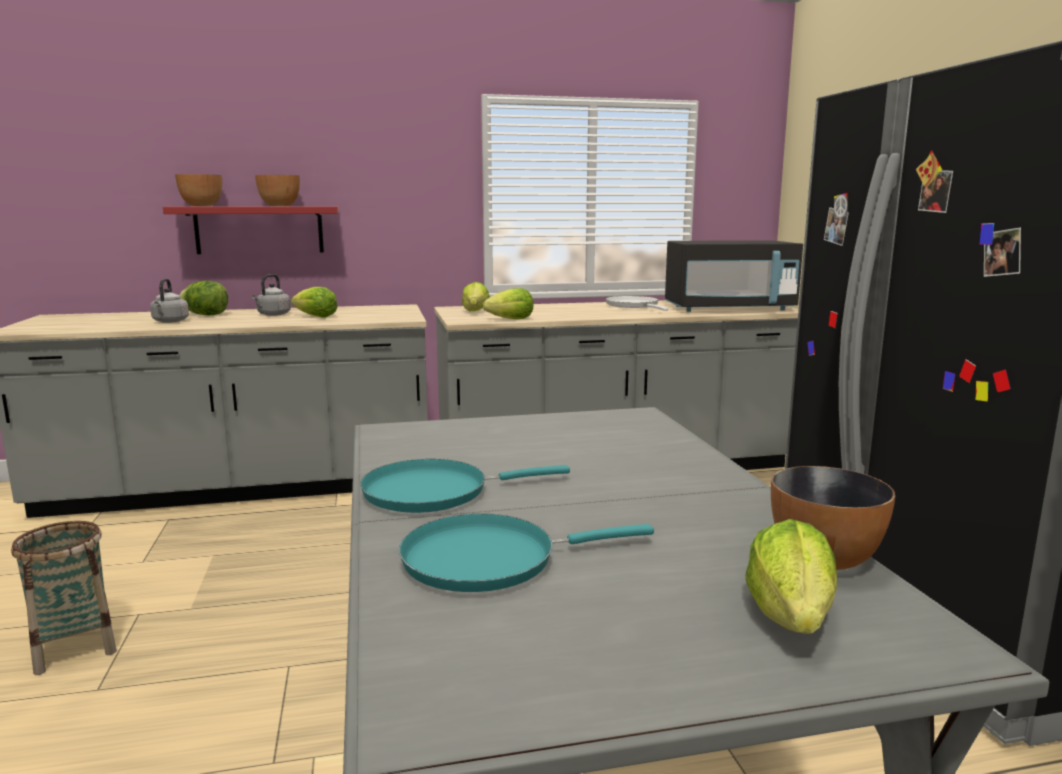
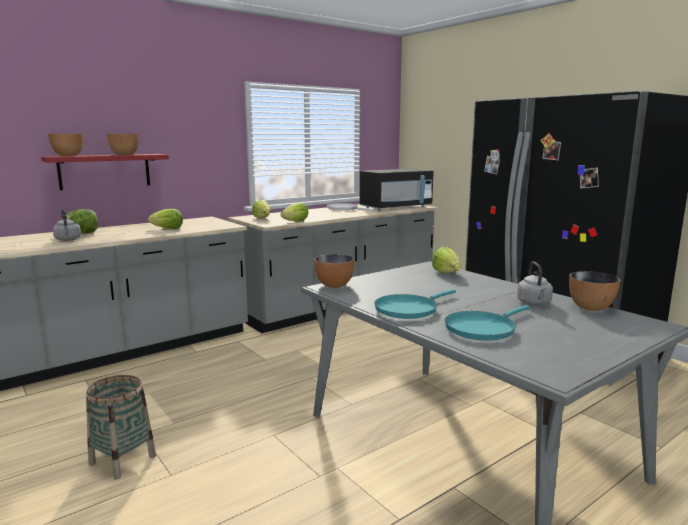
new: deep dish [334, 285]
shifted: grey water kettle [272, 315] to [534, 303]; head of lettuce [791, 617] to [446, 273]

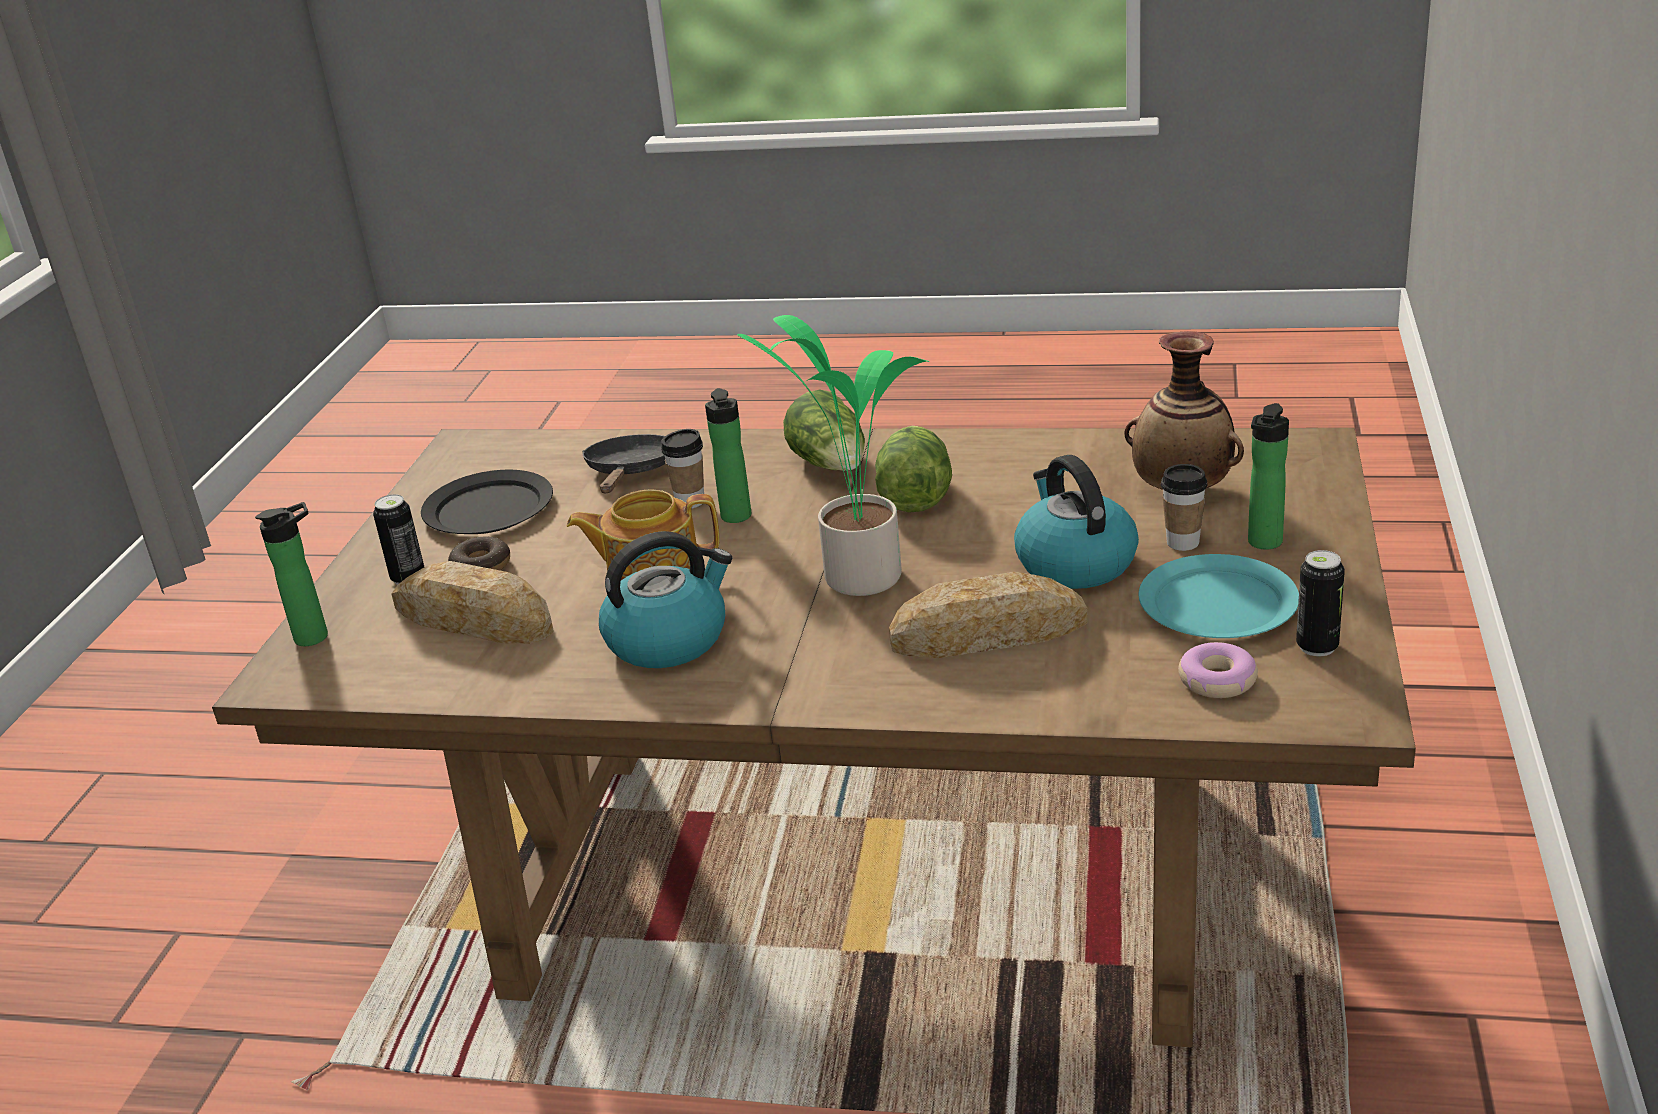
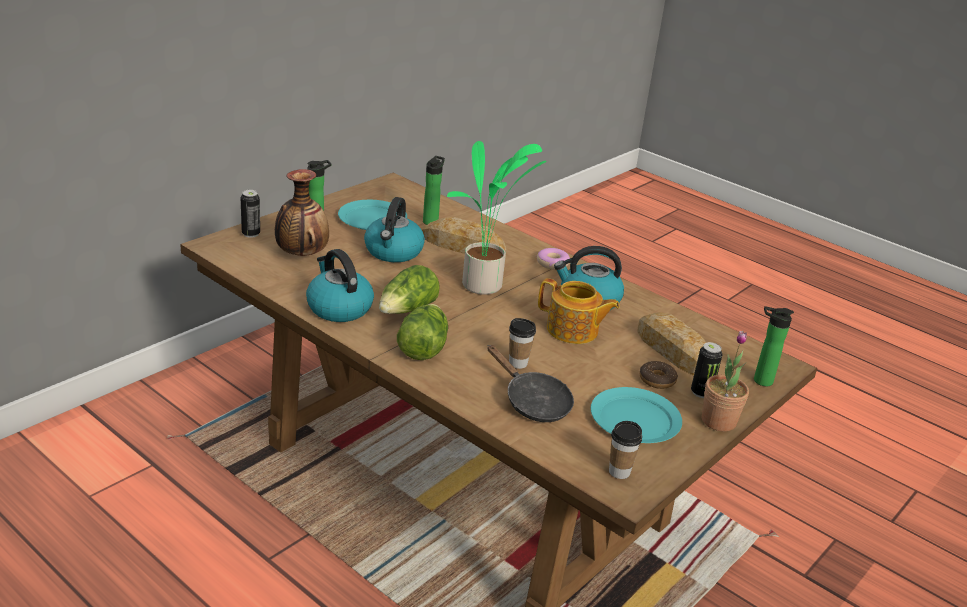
new: water kettle [338, 308]; potted plant [718, 421]
shifted: drink bottle [737, 518] to [431, 221]; drinking cup [1182, 542] to [619, 472]; donut [1217, 680] to [552, 263]; sealed can [1317, 647] to [251, 234]
repainted: black-coloured dinner plate [488, 508] to turquoise-coloured dinner plate [635, 419]
rotated: black-coloured frying pan [631, 472] = [532, 402] 75 degrees counterclockwise

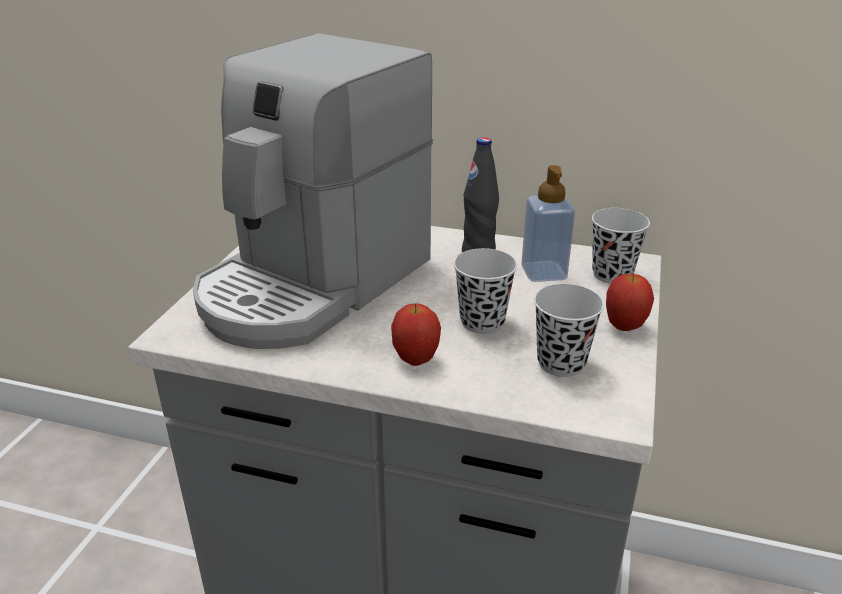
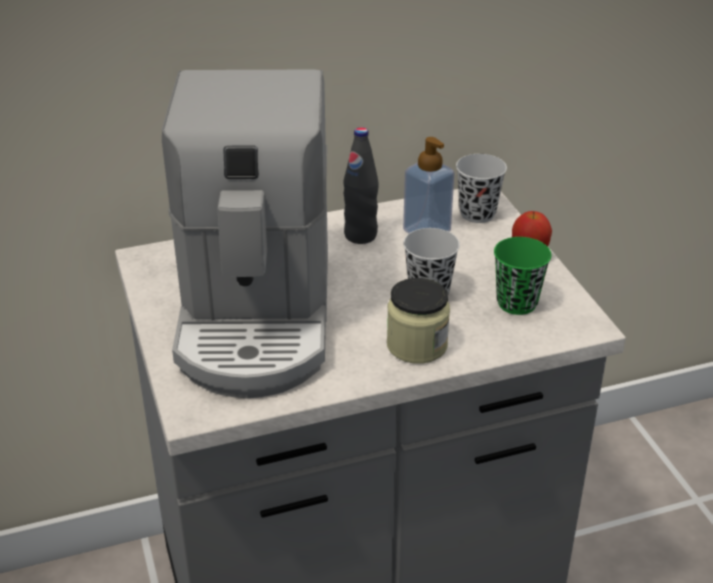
swapped: whole apple [416, 360] to storage jar [417, 345]
repainted: black-coloured drinking cup [561, 363] to green-coloured drinking cup [517, 303]

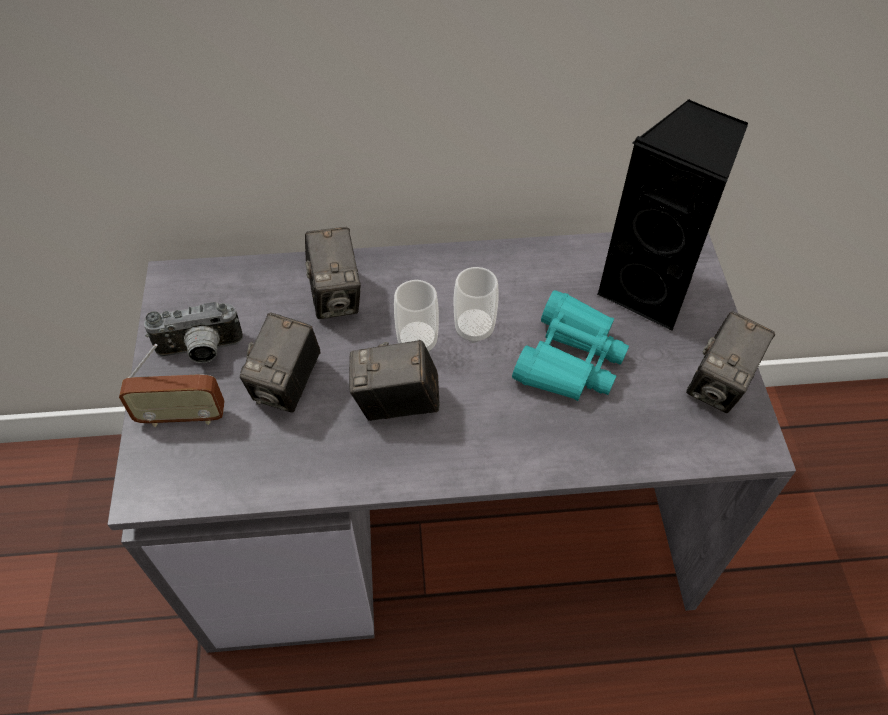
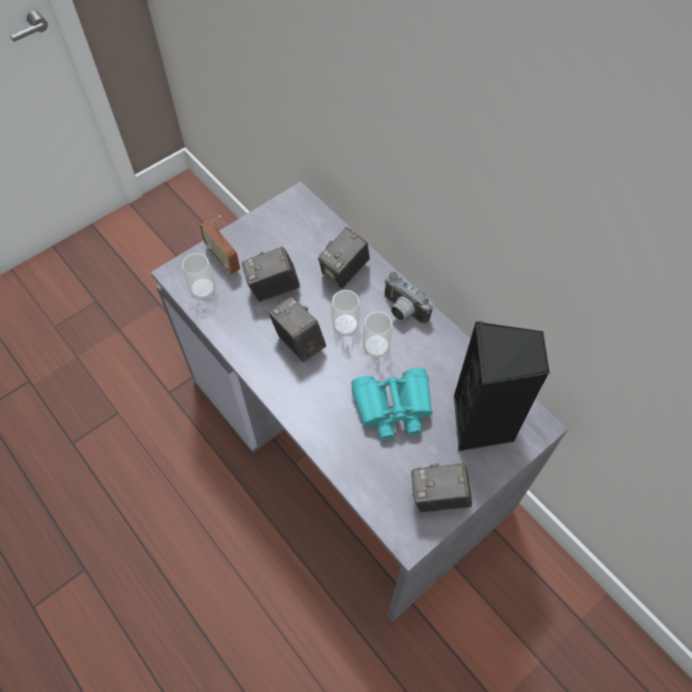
new: drinking cup [203, 291]
shifted: photo camera [200, 352] to [402, 310]

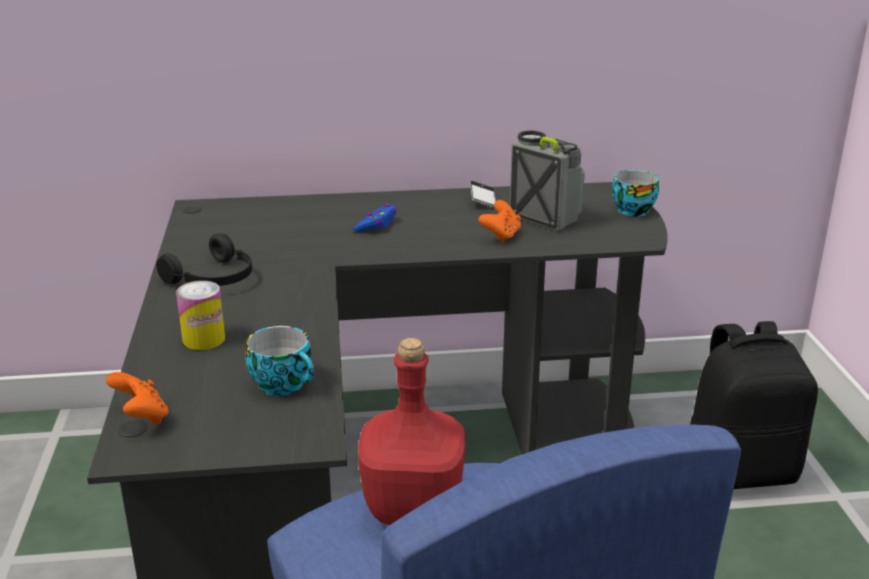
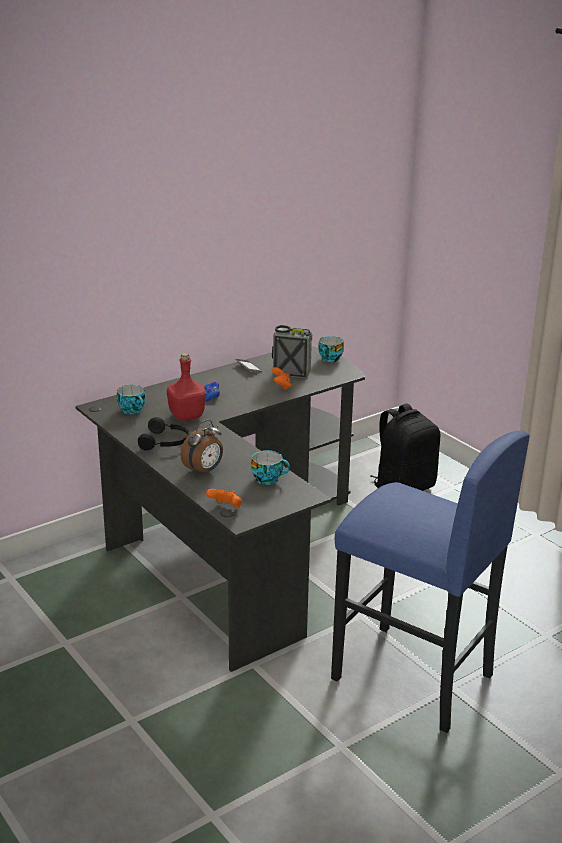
new: drinking cup [133, 410]
shifted: reddish drink bottle [415, 508] to [187, 416]
swapped: sealed can [204, 339] to table clock [204, 471]

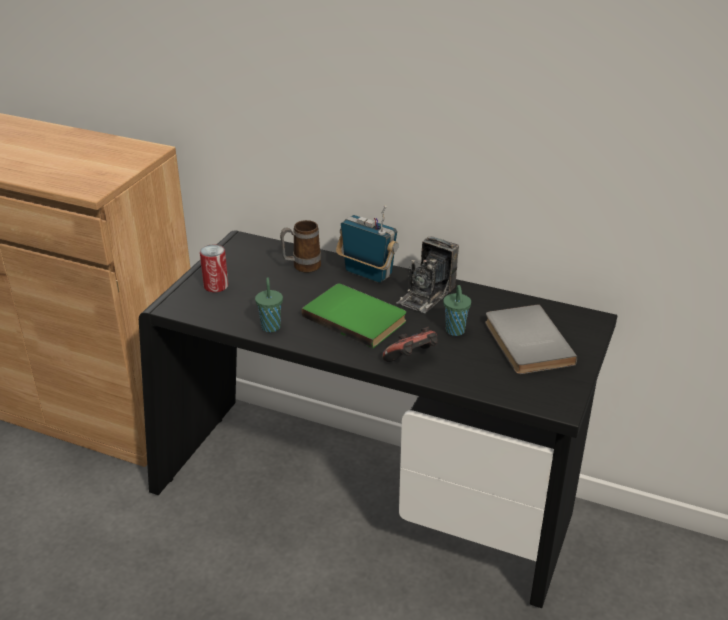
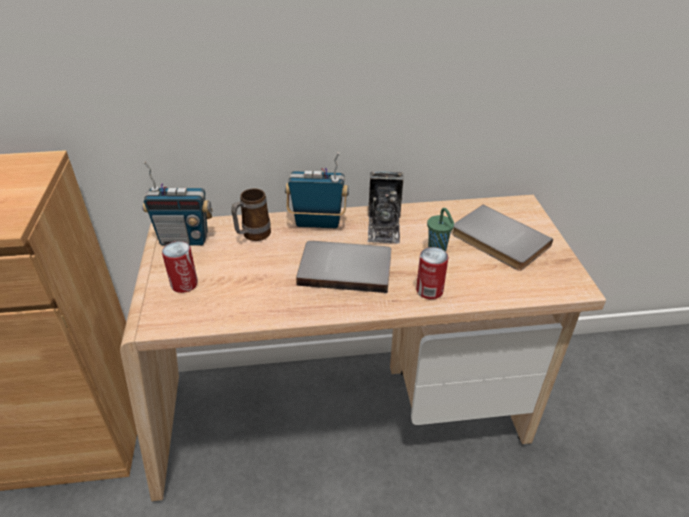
gone: green-coloured drinking cup [271, 326]
new: radio set [184, 239]
swapped: joypad [412, 359] to sealed can [429, 290]
repainted: black-coloured desk [364, 501] to sand-coloured desk [344, 417]; green-coloured book [356, 317] to grey book [345, 267]

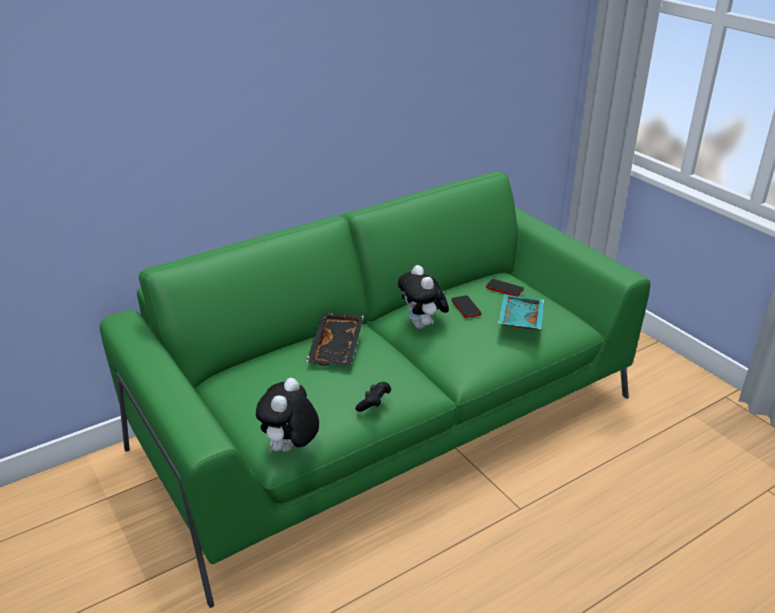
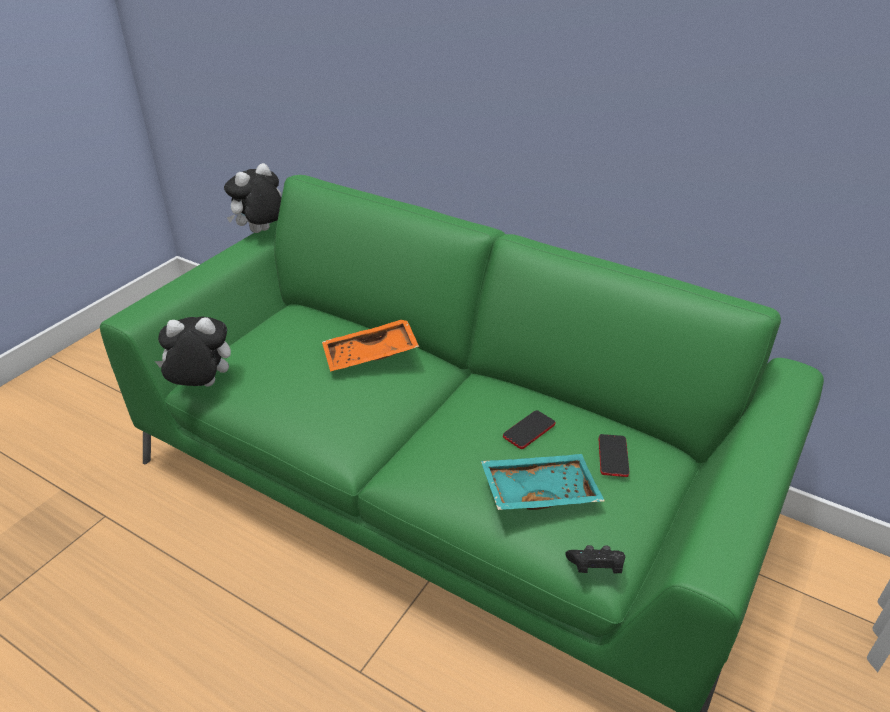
shifted: black-coloured joypad [374, 403] to [595, 568]; plush toy [422, 325] to [261, 232]
repainted: black-coloured serving tray [338, 347] to orange-coloured serving tray [370, 356]

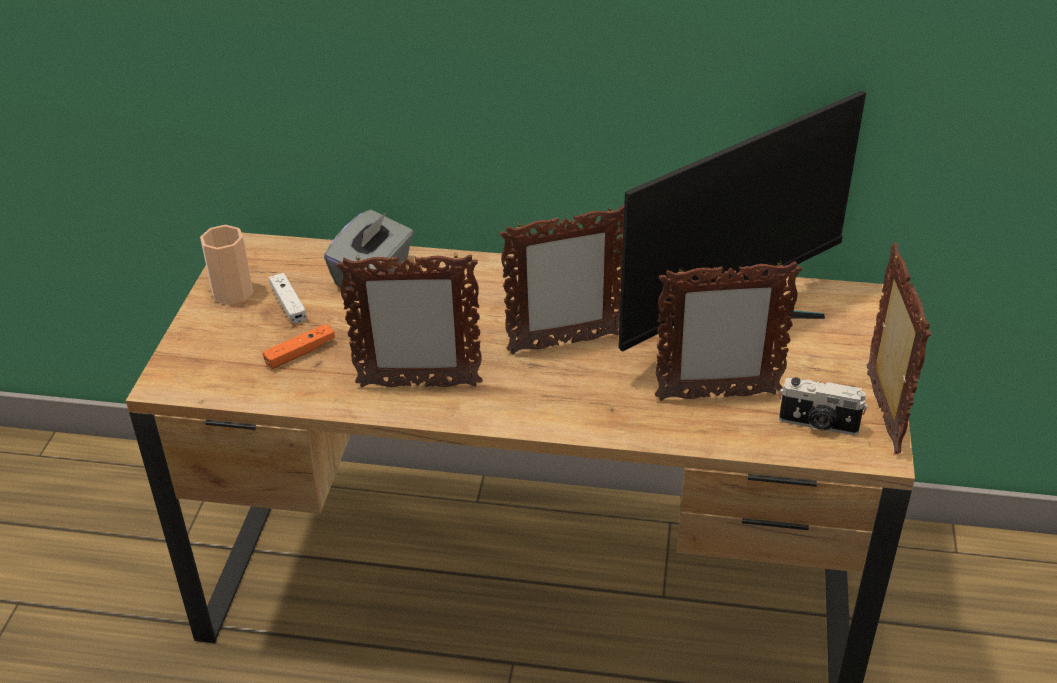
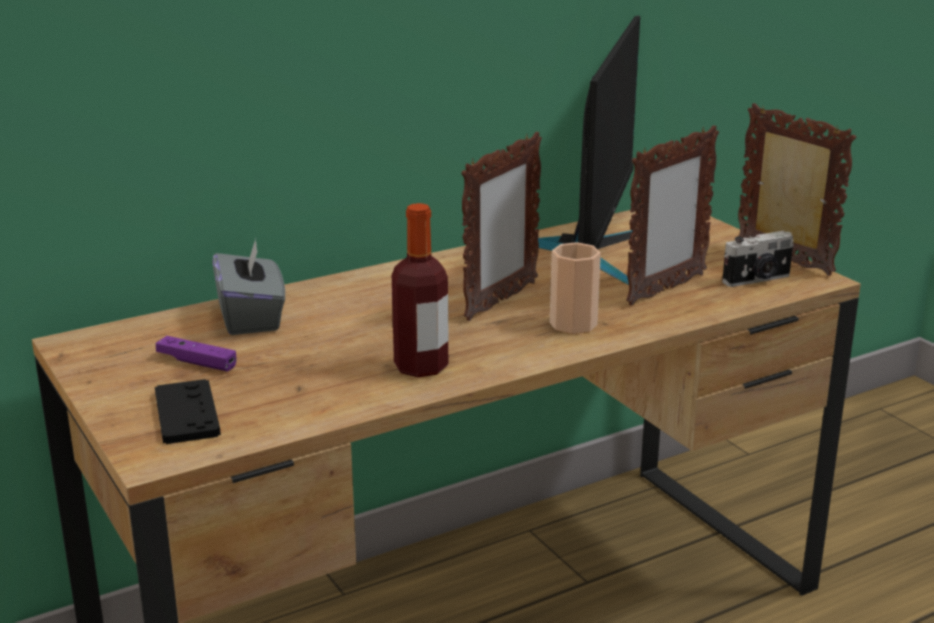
gone: orange-coloured joypad [300, 353]
new: black-coloured joypad [187, 413]
shifted: drinking cup [232, 292] to [573, 324]
swapped: photo frame [418, 385] to drink bottle [421, 367]
repainted: white-coloured joypad [288, 304] to purple-coloured joypad [196, 362]

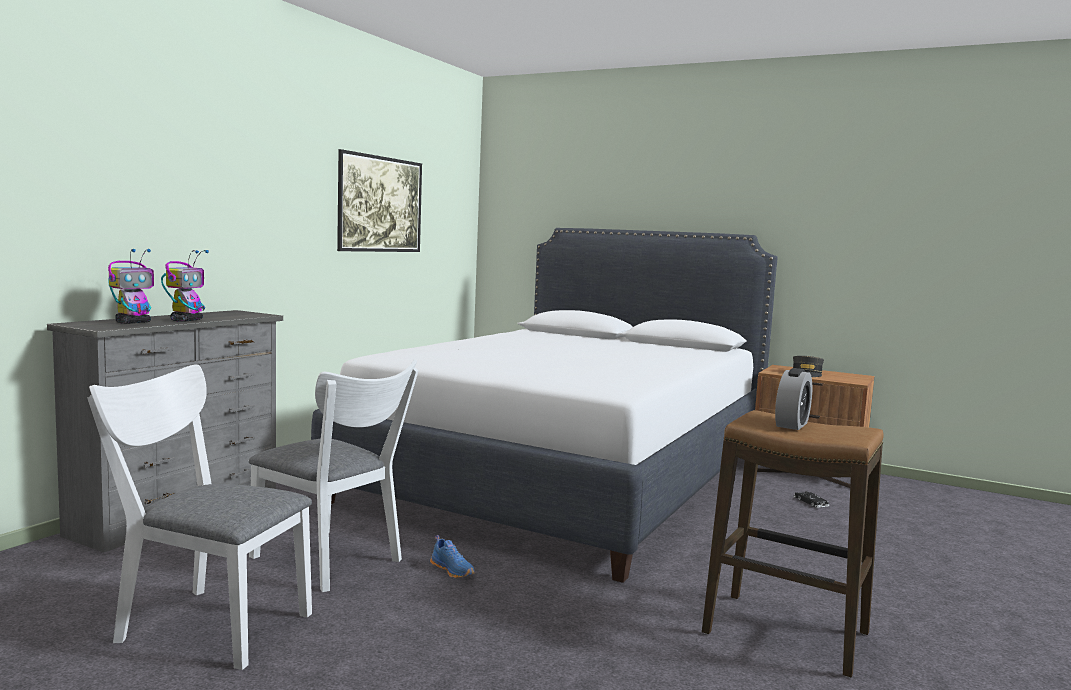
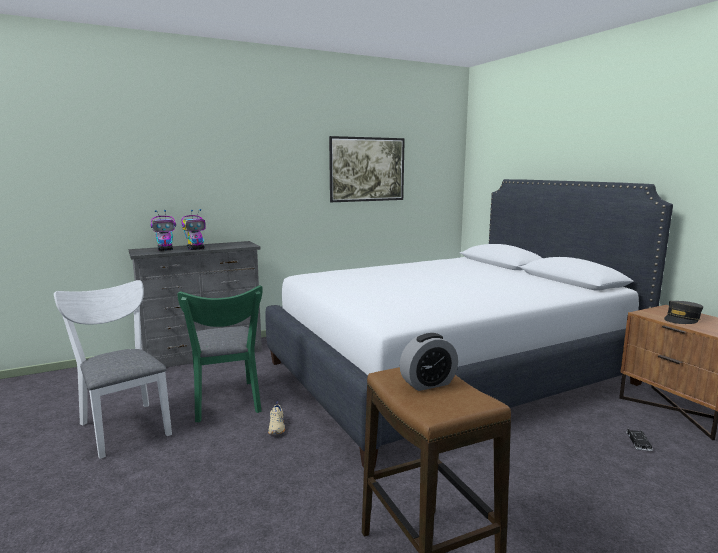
repainted: white-coloured plain chair [333, 562] to green-coloured plain chair [226, 403]; blue-coloured item of footwear [453, 570] to sand-coloured item of footwear [277, 427]

